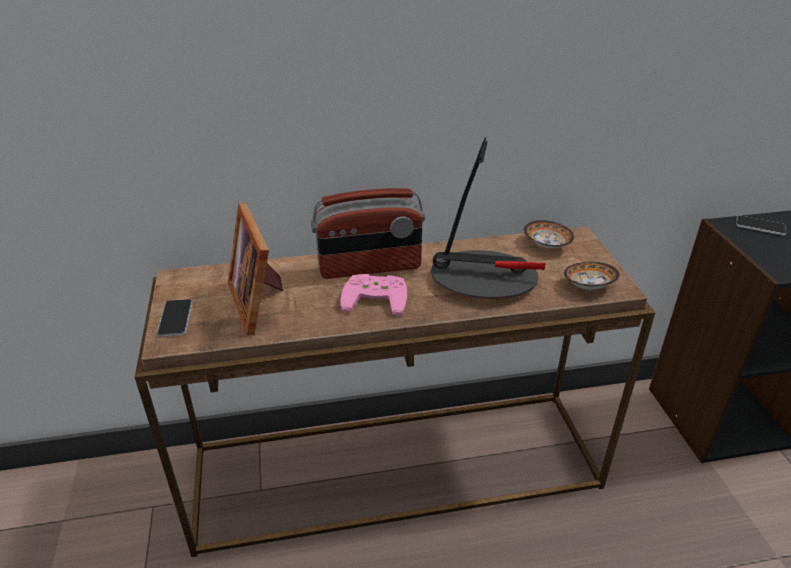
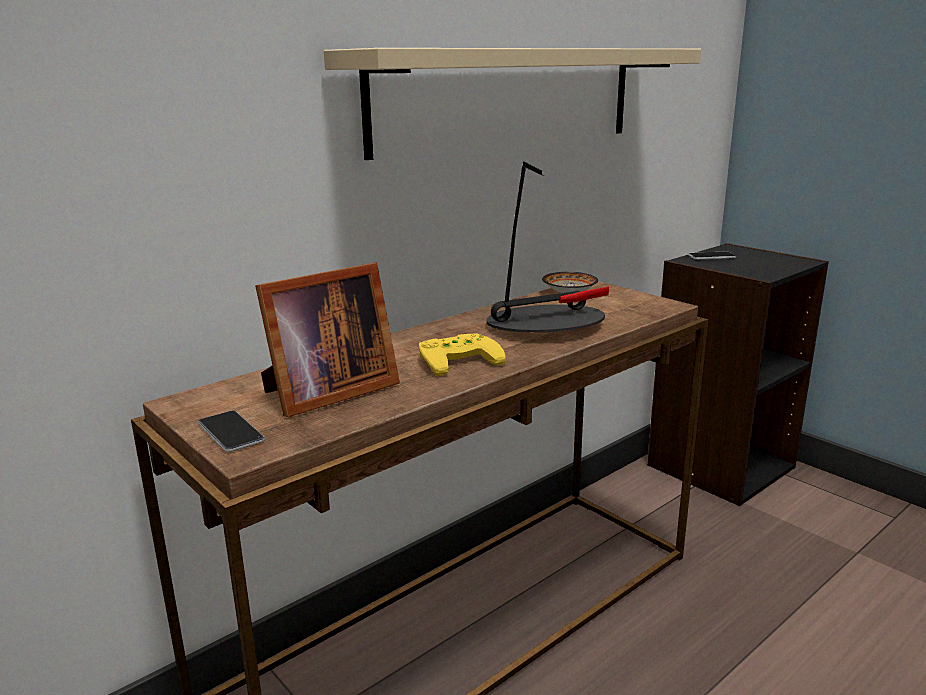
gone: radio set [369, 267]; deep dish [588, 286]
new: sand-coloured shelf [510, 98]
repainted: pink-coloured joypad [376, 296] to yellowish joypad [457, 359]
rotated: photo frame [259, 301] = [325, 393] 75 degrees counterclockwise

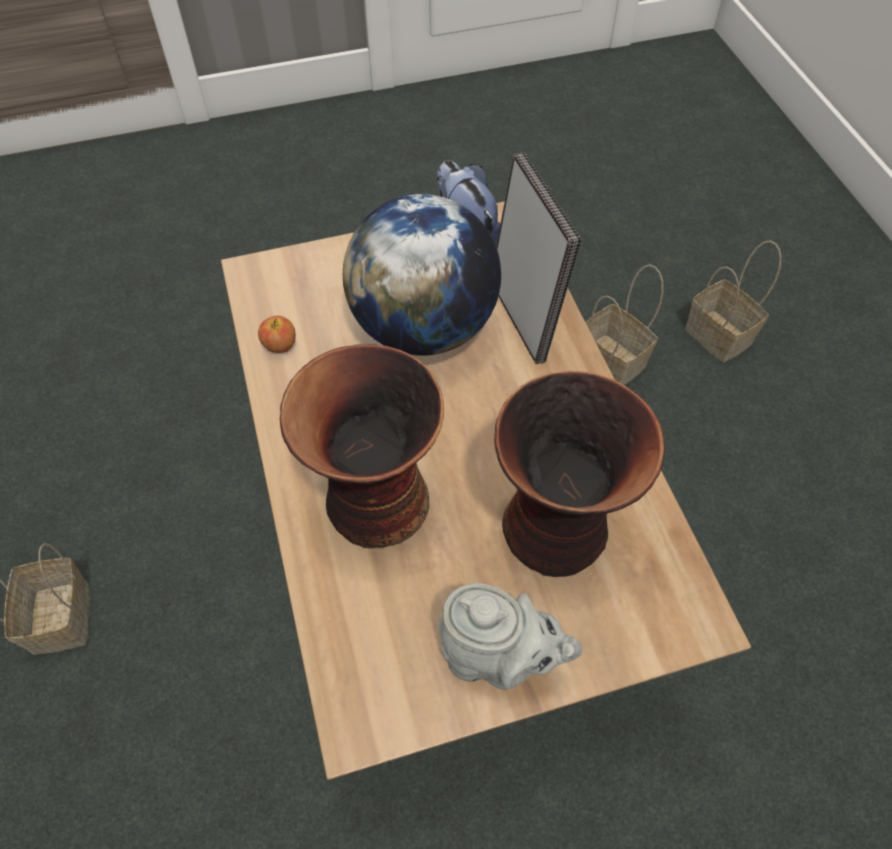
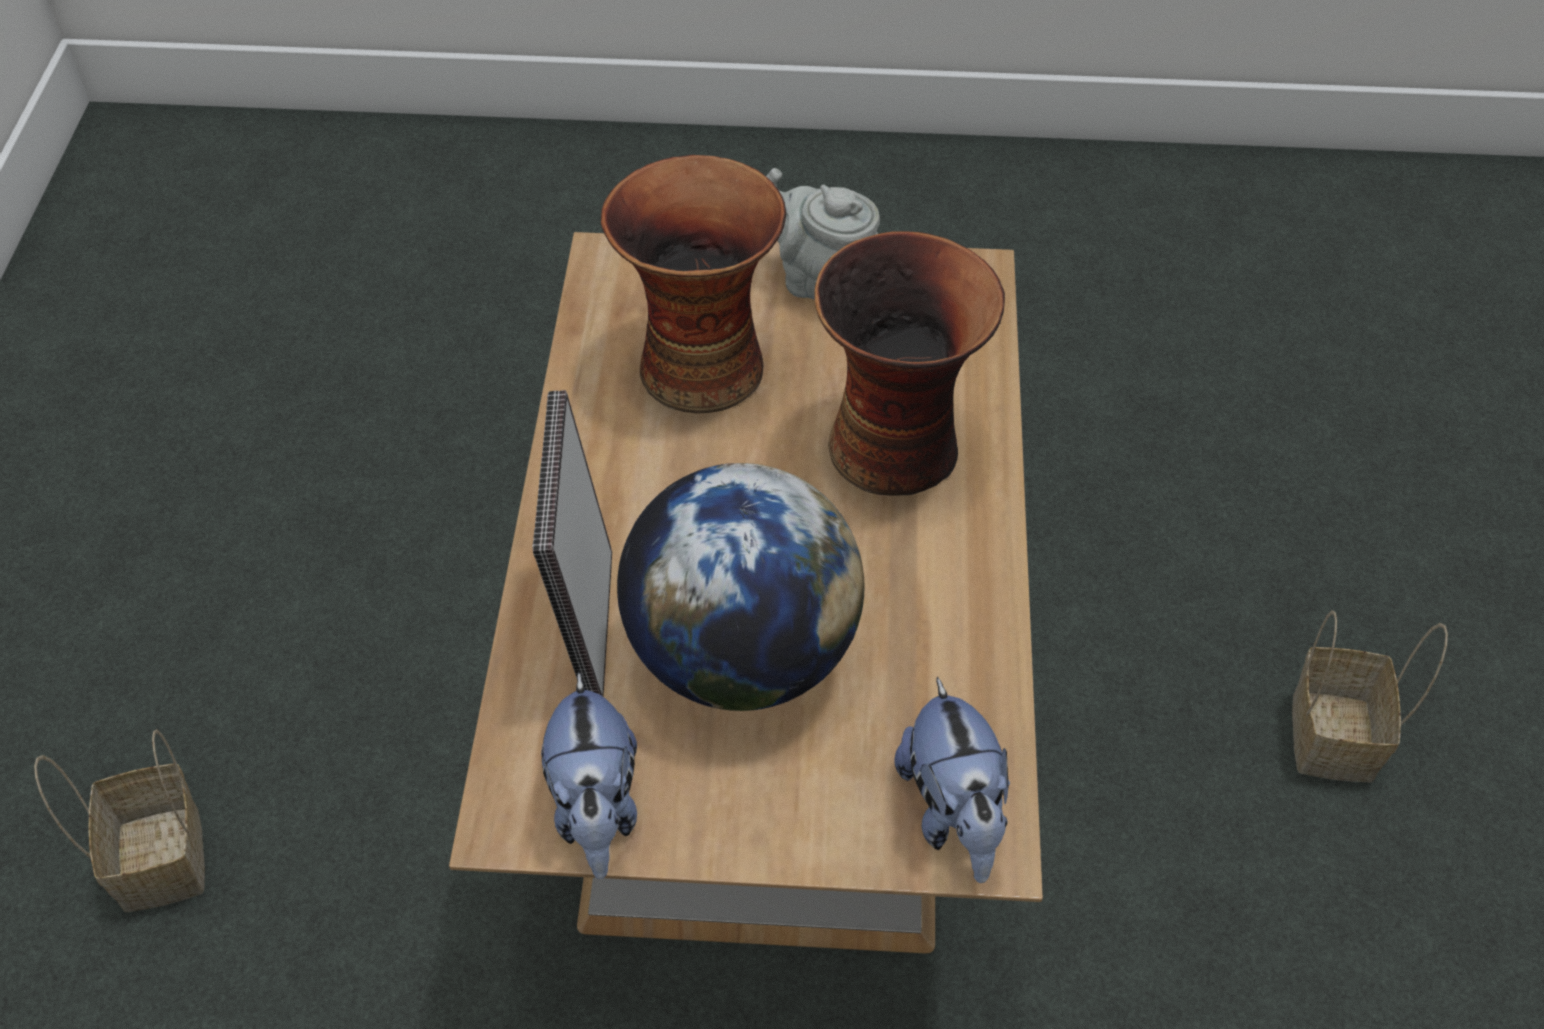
gone: whole apple [280, 345]; basket [614, 361]
new: plush toy [954, 814]

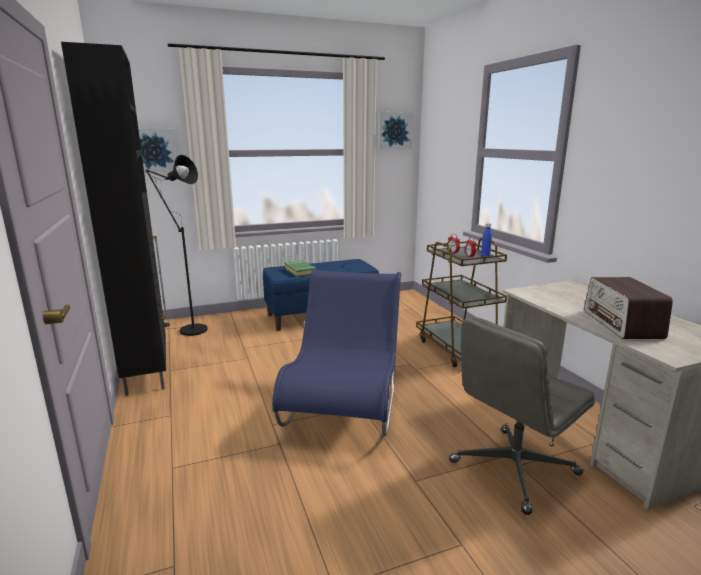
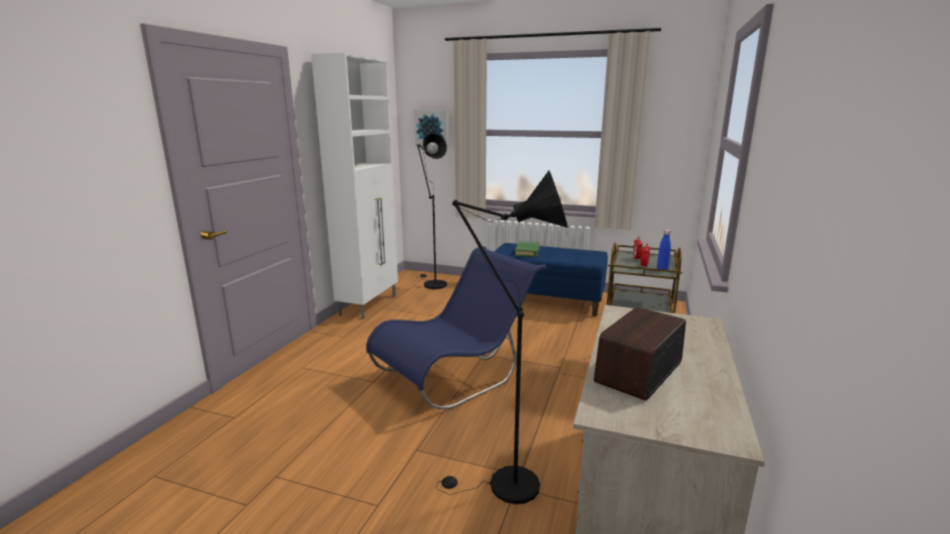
gone: wall picture [394, 131]
swapped: grey computer chair [513, 469] to black-coloured standing lamp [504, 486]
repainted: black-coloured storage cabinet [147, 372] to white-coloured storage cabinet [369, 305]

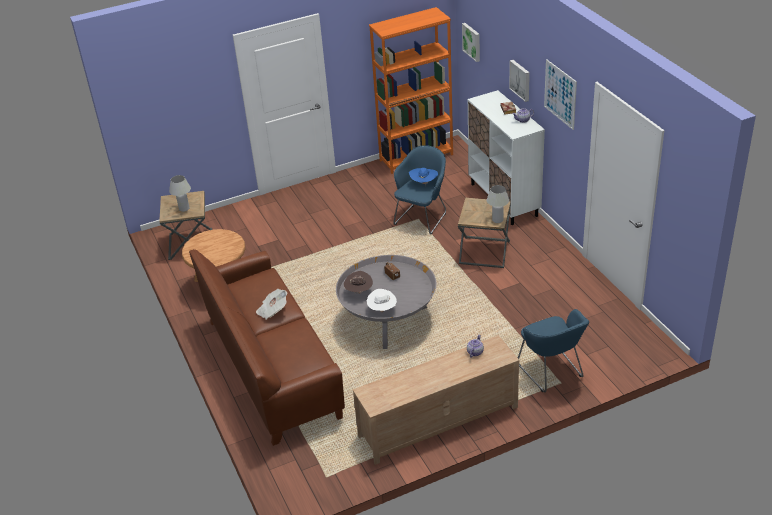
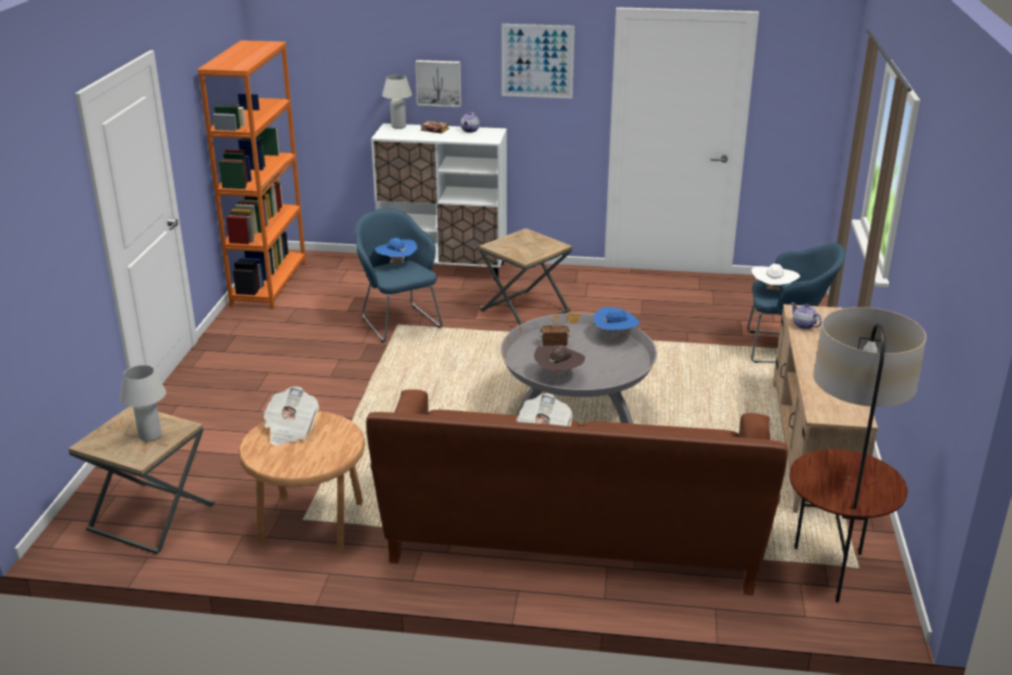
gone: wall picture [472, 41]
new: daily paper [290, 430]; blue-coloured wearable hat [615, 336]; standing lamp [831, 572]
shifted: white-coloured wearable hat [382, 310] to [773, 291]; white-coloured tabletop lamp [497, 220] to [398, 126]

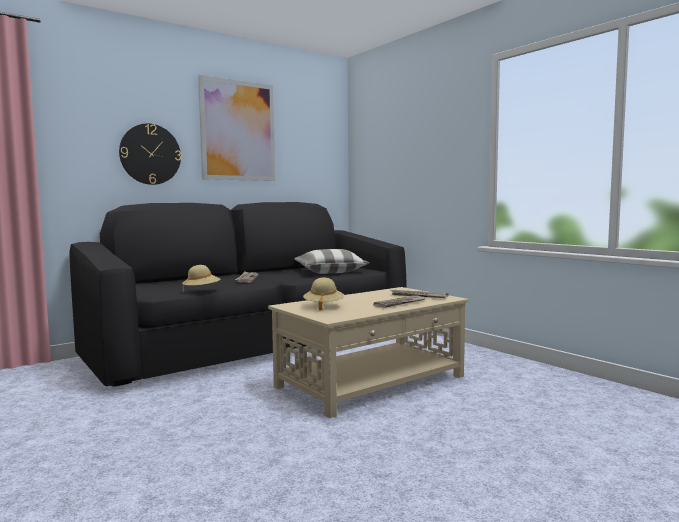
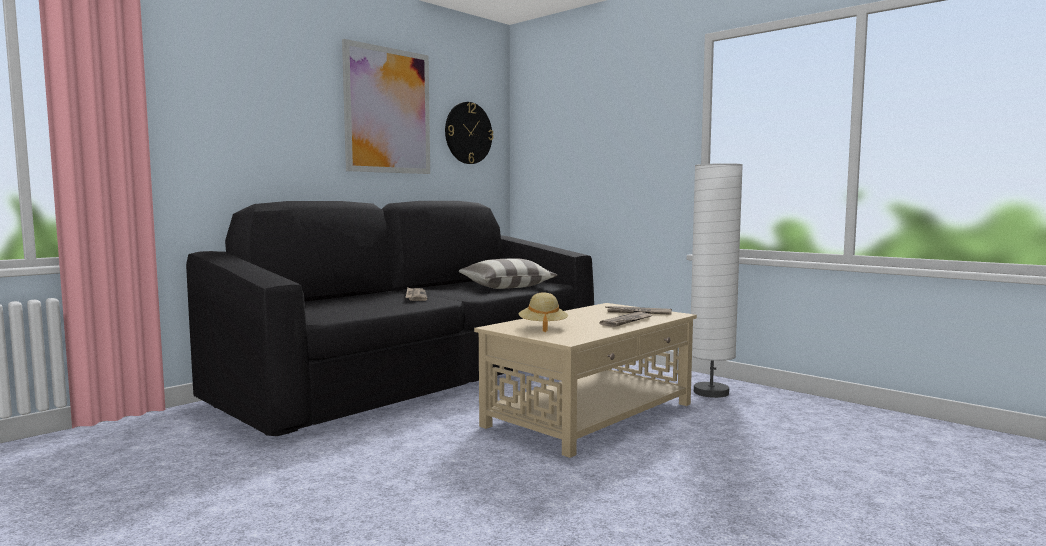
gone: sand-coloured wearable hat [201, 290]
new: white-coloured standing lamp [711, 392]
shifted: hanging clock [150, 154] to [468, 133]

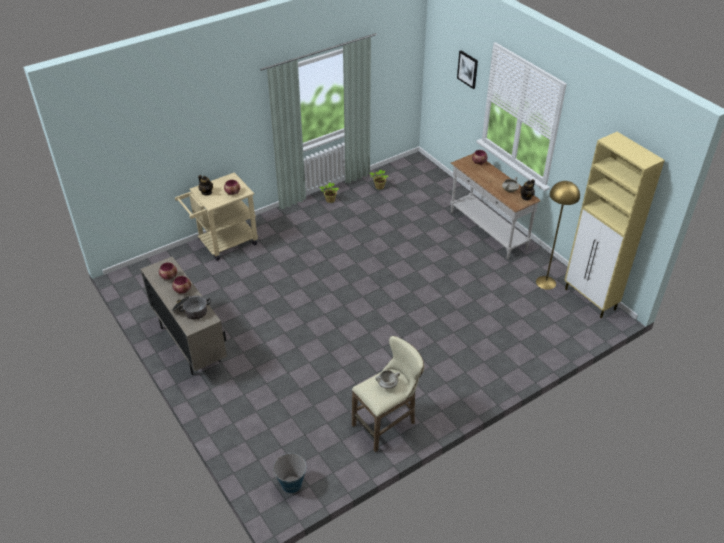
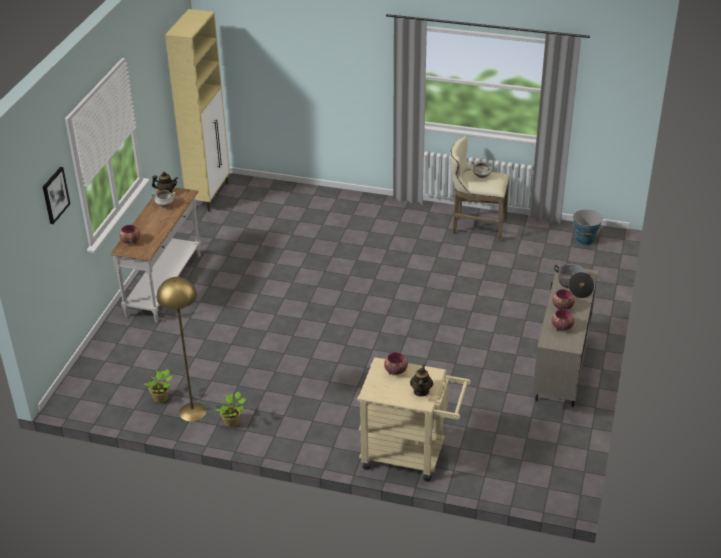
shifted: yellowish standing lamp [545, 282] to [193, 411]

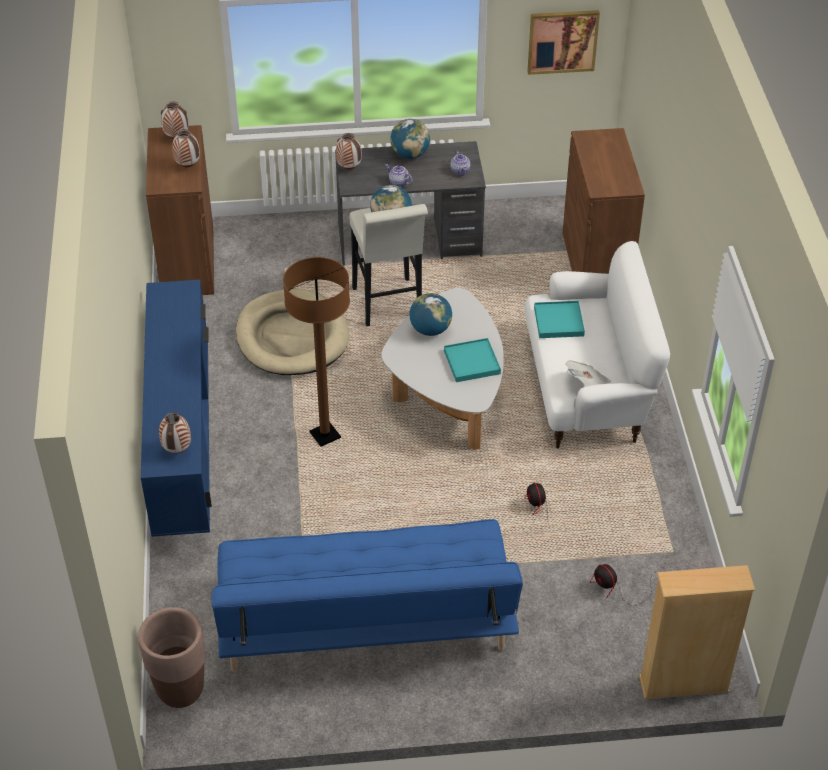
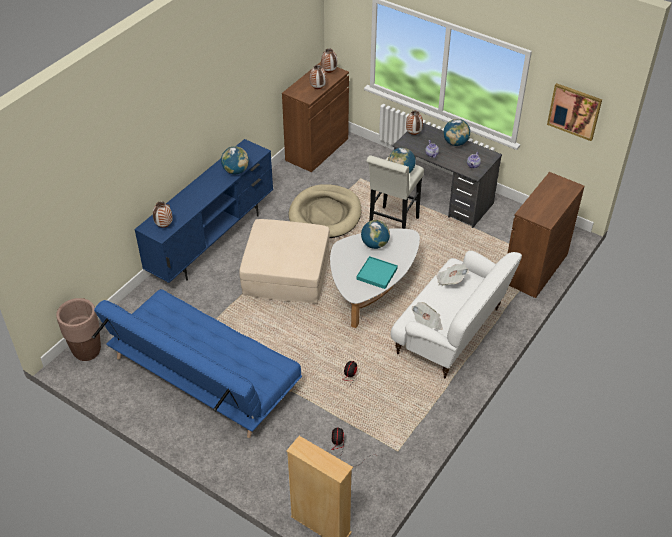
new: world globe [236, 171]
swapped: brown-coloured standing lamp [325, 435] to sand-coloured pouffe [286, 273]; turquoise-coloured serving tray [558, 322] to daily paper [450, 280]

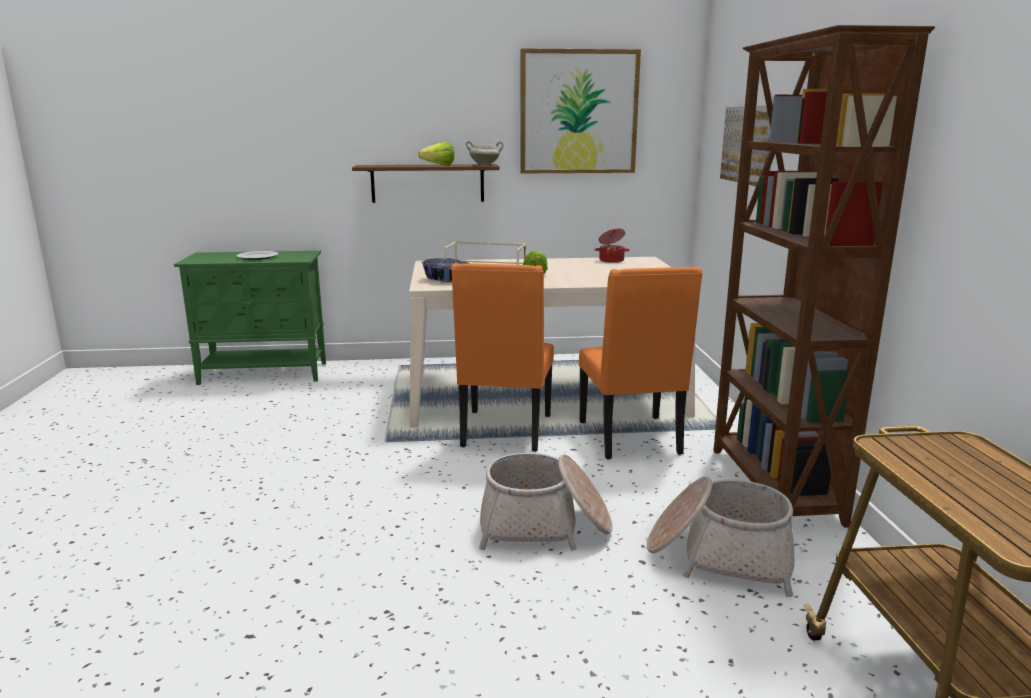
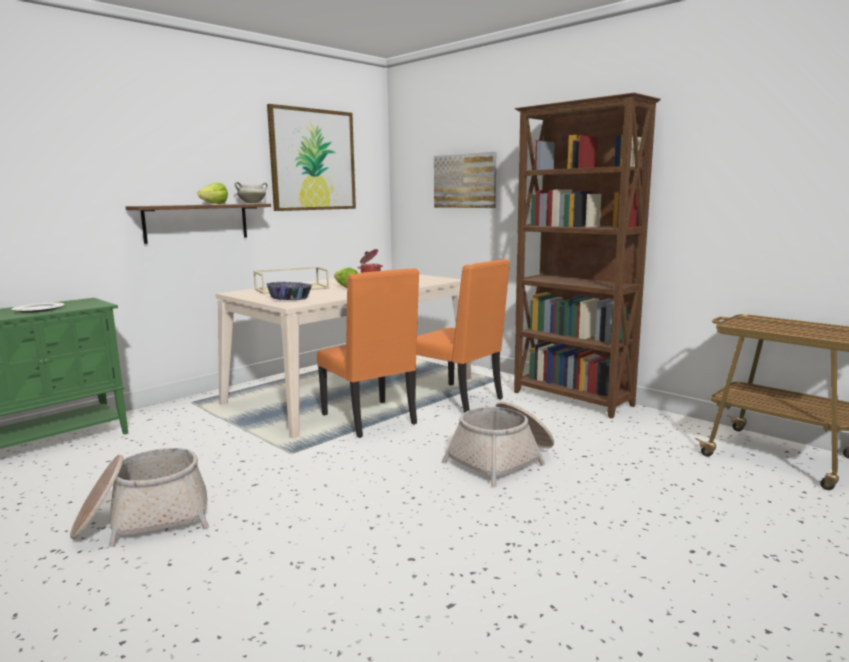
shifted: basket [719, 555] to [144, 519]

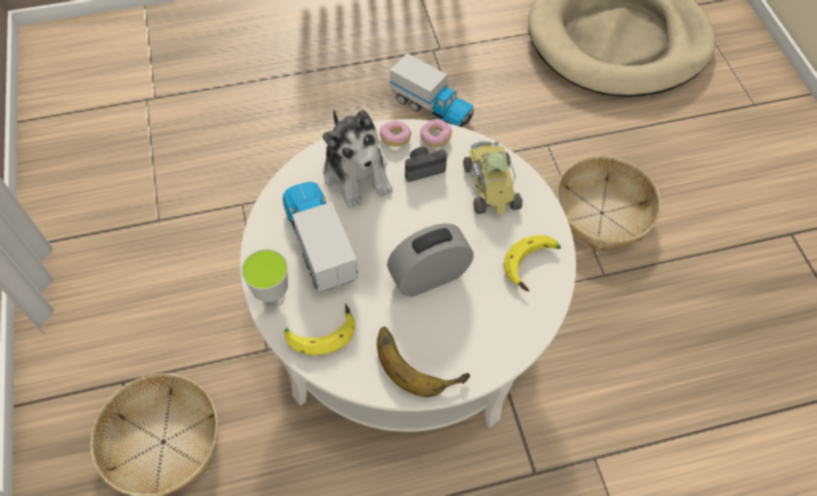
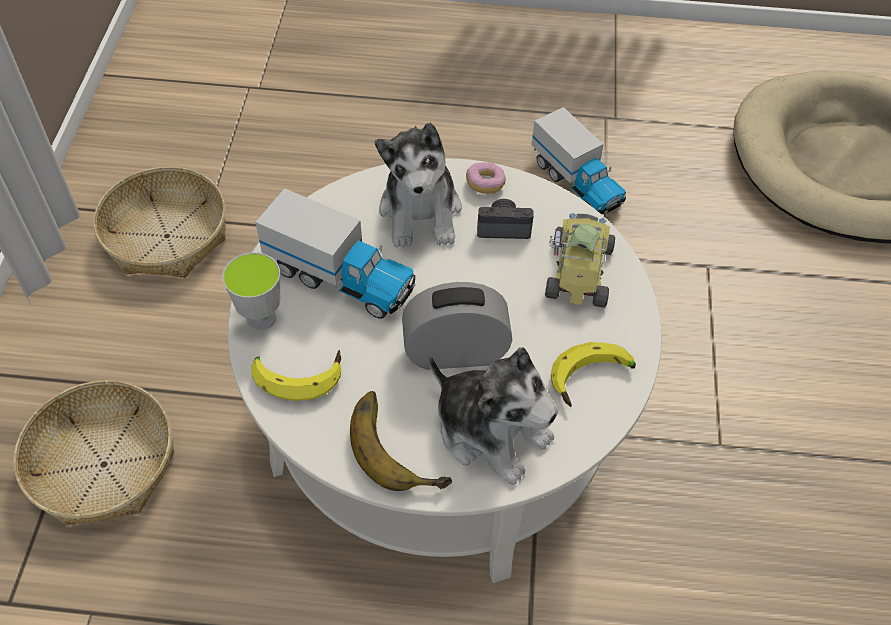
gone: donut [435, 137]
new: plush toy [491, 430]
shifted: basket [601, 213] to [166, 236]
rotated: toy lorry [320, 245] = [341, 278] 120 degrees clockwise

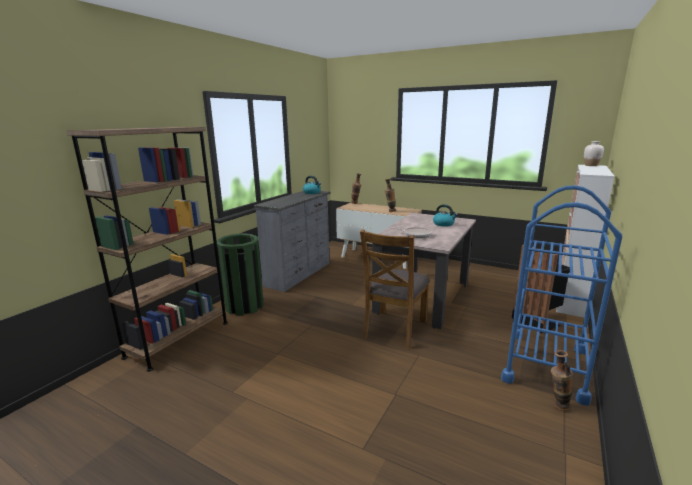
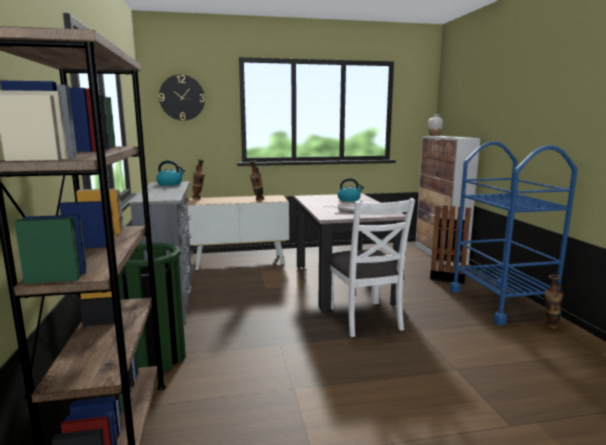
new: hanging clock [182, 97]
repainted: brown-coloured plain chair [394, 329] to white-coloured plain chair [364, 318]

